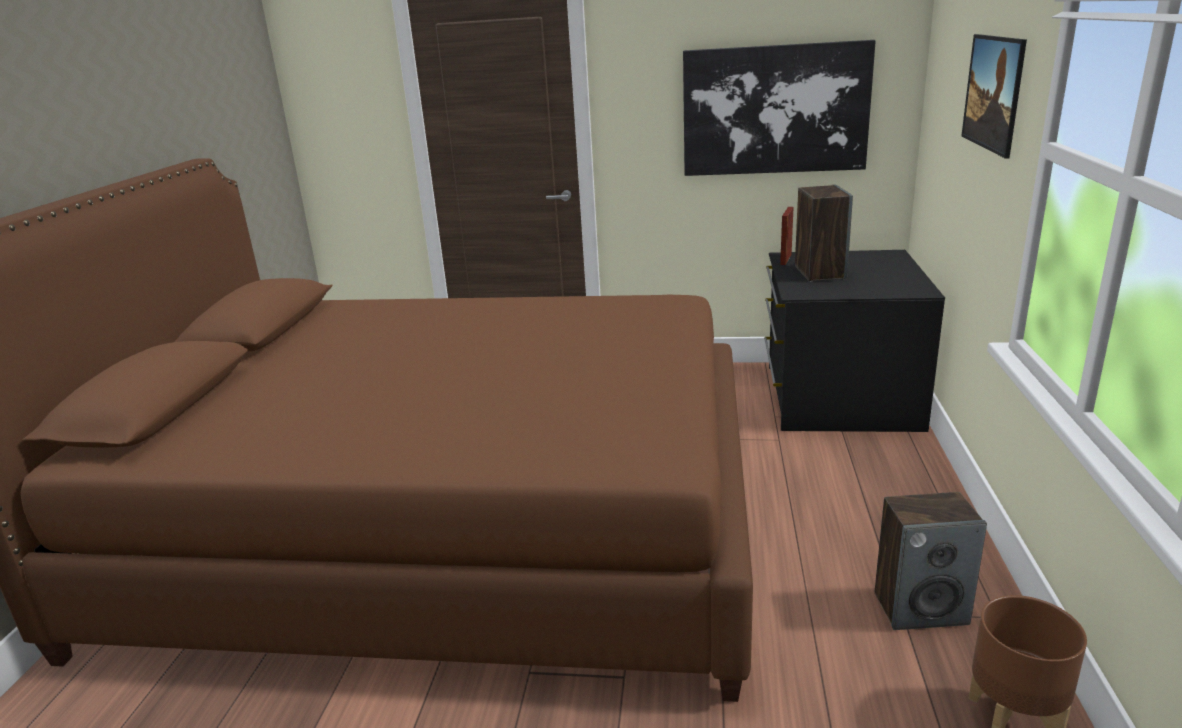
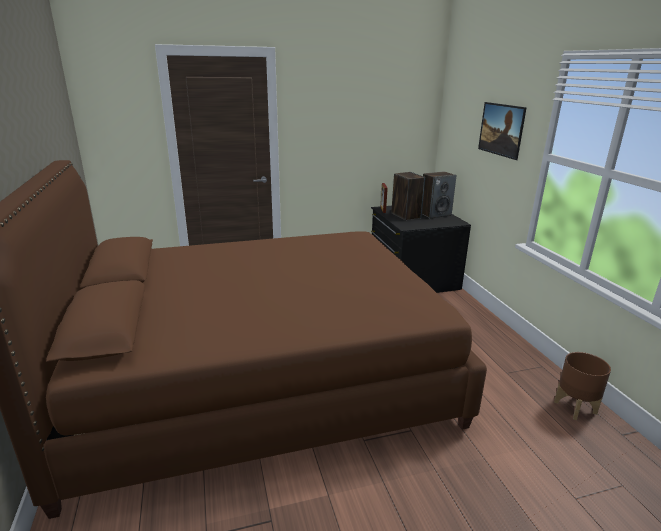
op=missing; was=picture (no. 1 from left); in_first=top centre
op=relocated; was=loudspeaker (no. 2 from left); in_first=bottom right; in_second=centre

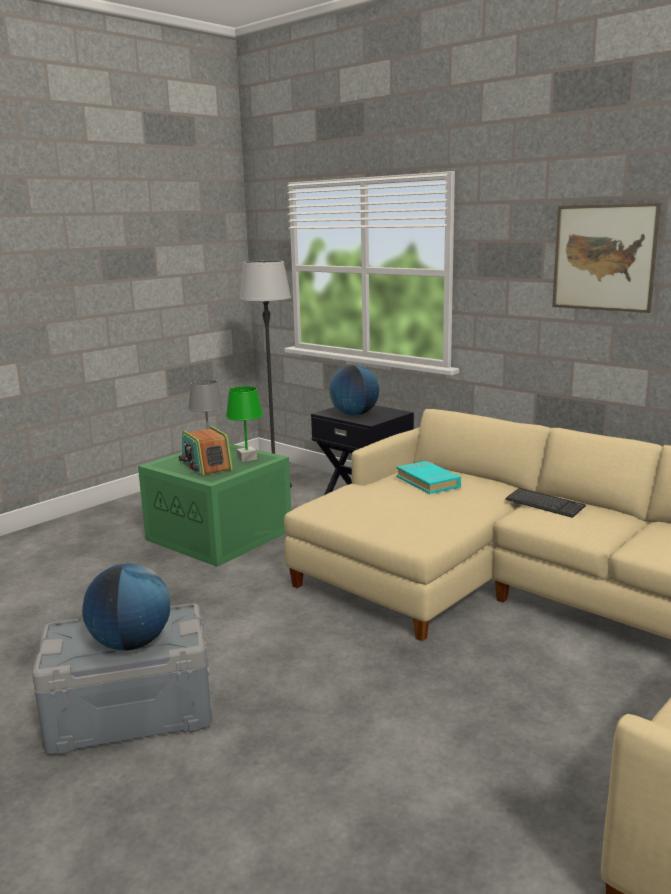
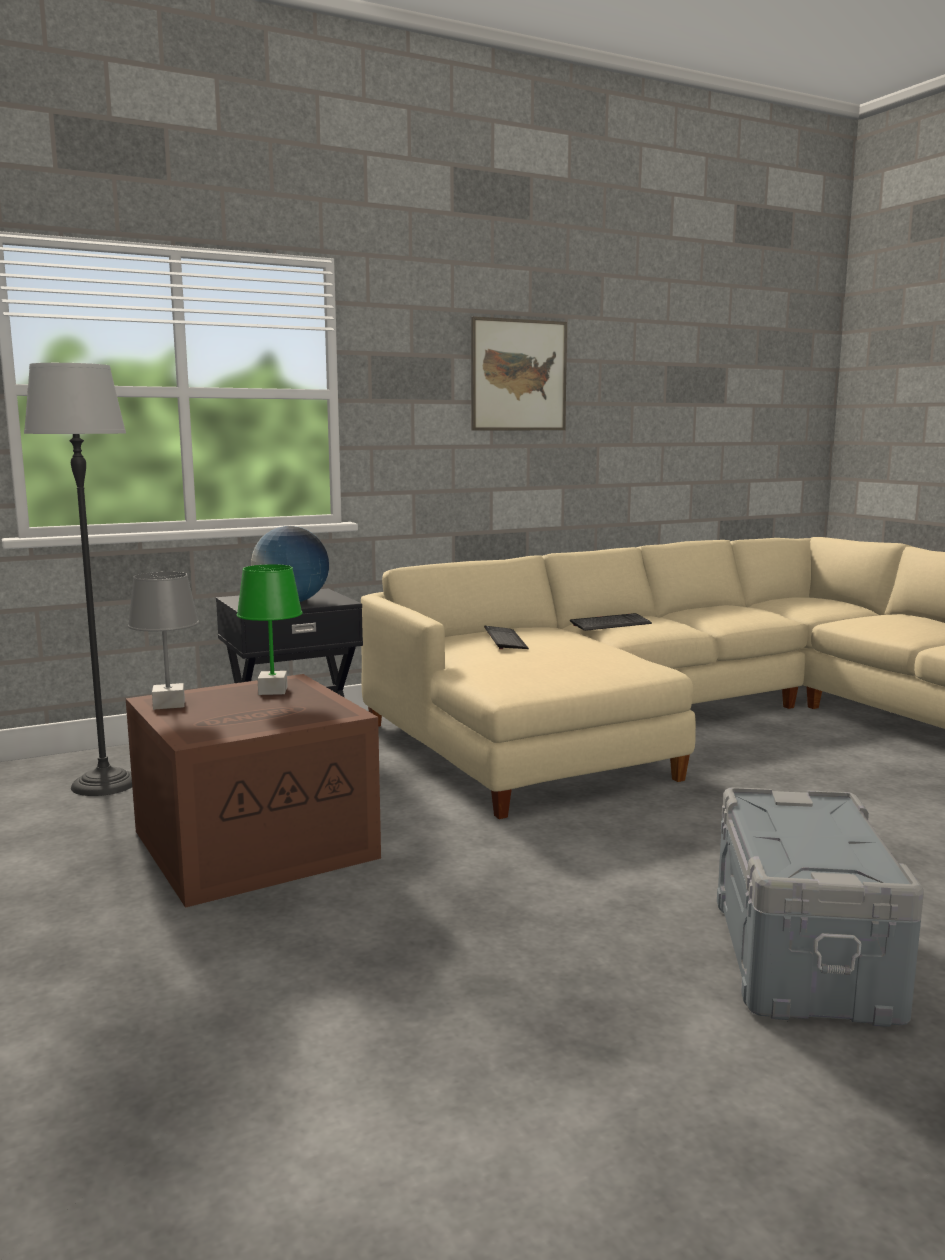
op=missing; was=desk globe (no. 1 from left); in_first=bottom left
op=colour; was=storage box (green-coloured); now=storage box (brown); in_first=middle left; in_second=middle left
op=missing; was=radio; in_first=middle left
op=exchanged; was=volume (turquoise); now=PC keyboard (no. 1 from left); in_first=centre; in_second=centre

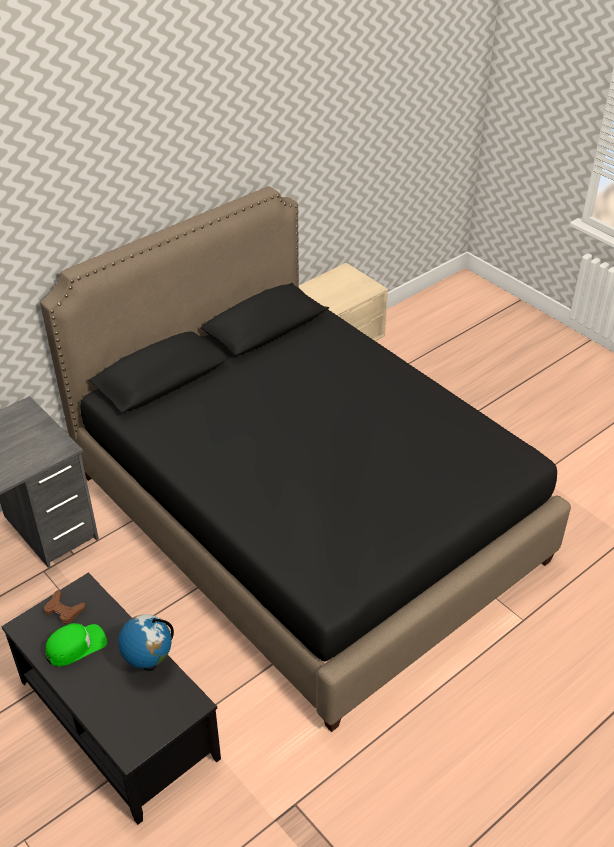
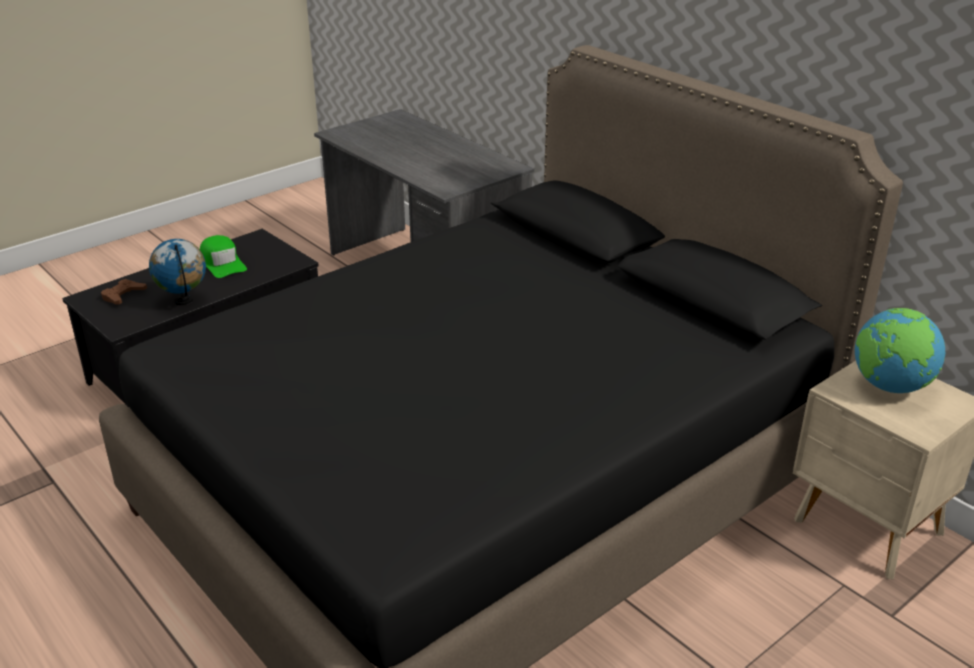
op=relocated; was=gamepad (brown); in_first=bottom left; in_second=middle left
op=appeared; now=desk globe (no. 2 from left); in_second=middle right

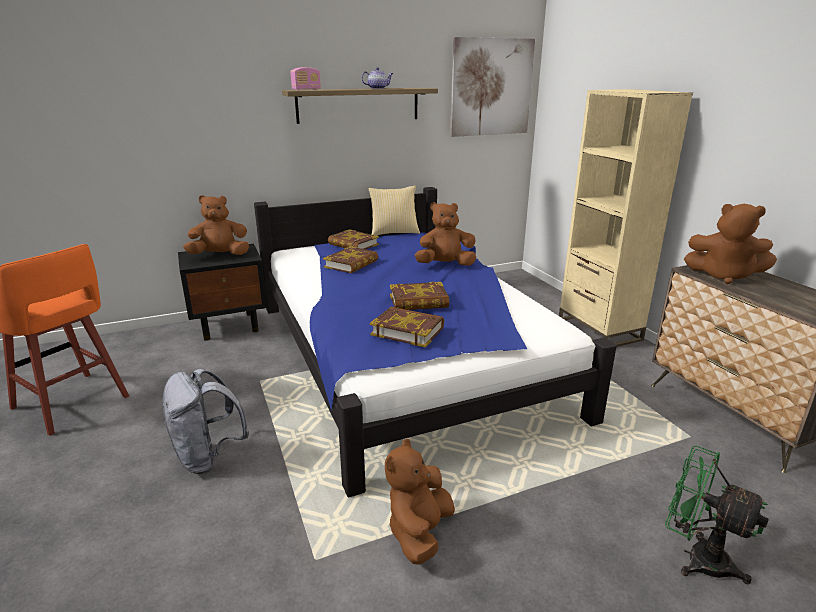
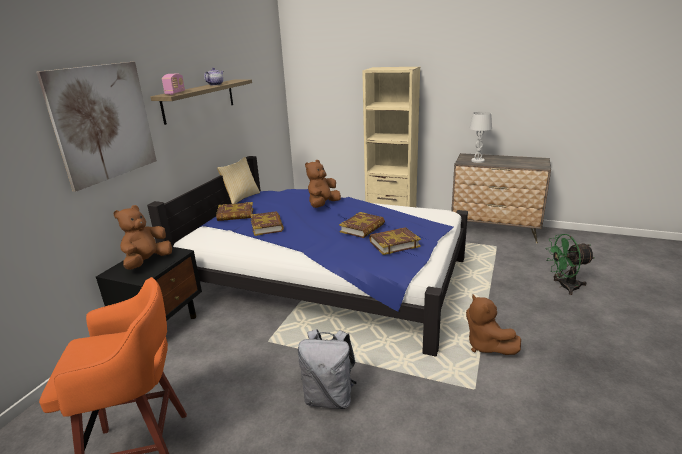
op=relocated; was=picture; in_first=top centre; in_second=top left
op=exchanged; was=soft toy (brown) (no. 4 from left); now=tabletop lamp (white-coloured); in_first=middle right; in_second=top right

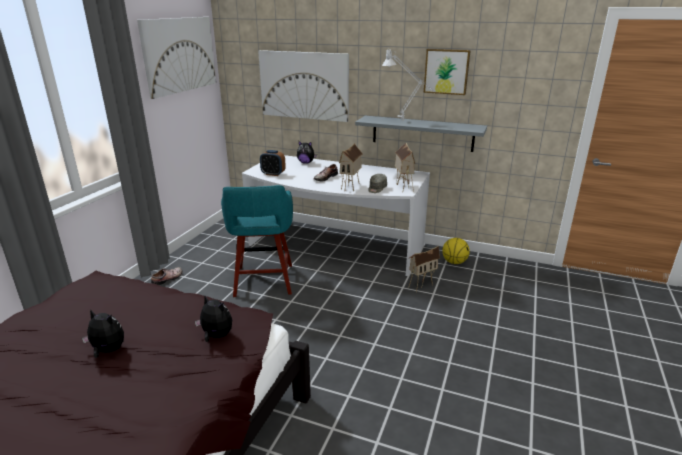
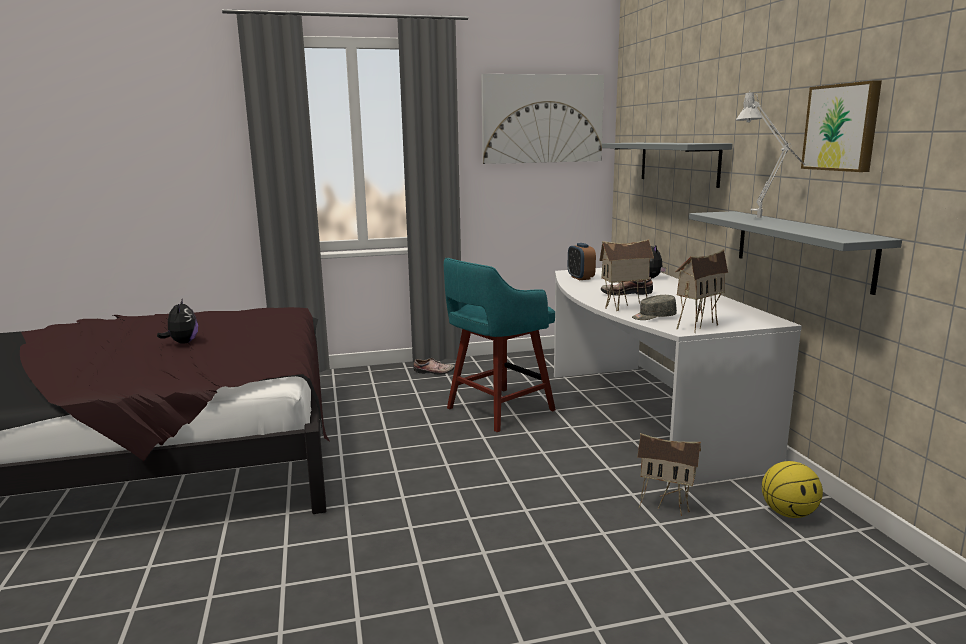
op=missing; was=soft toy (no. 2 from left); in_first=bottom left
op=exchanged; was=picture (no. 2 from left); now=shelf (gray) (no. 1 from left); in_first=top centre; in_second=top right

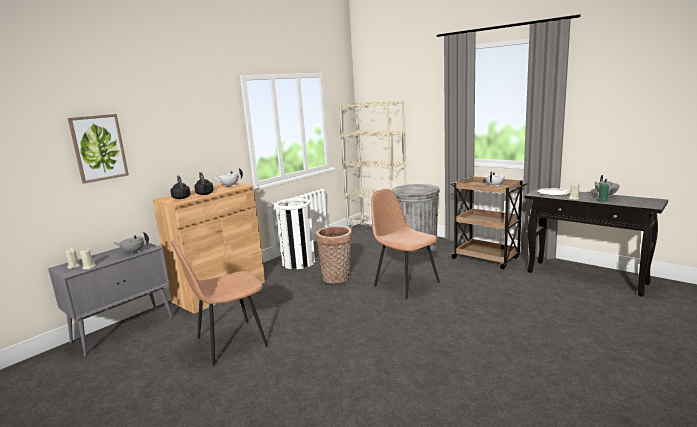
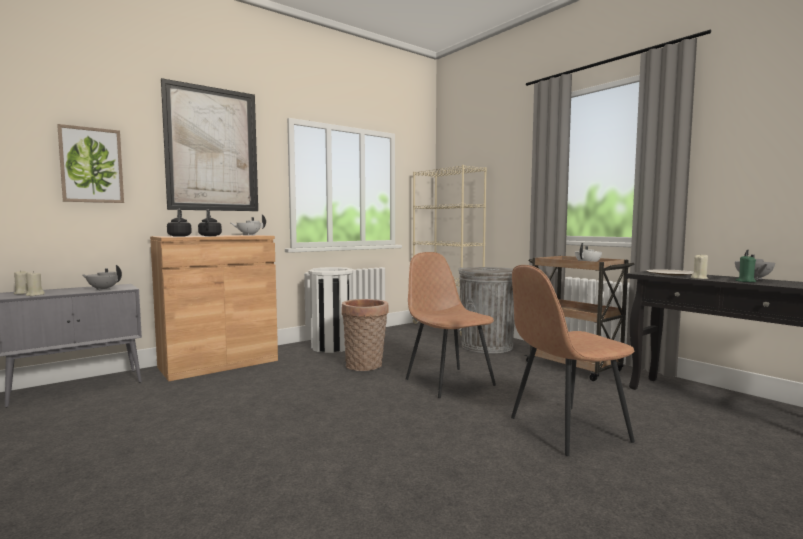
op=relocated; was=chair (brown) (no. 1 from left in the first image); now=chair (brown) (no. 2 from left); in_first=bottom left; in_second=bottom right
op=appeared; now=picture (no. 2 from left); in_second=top left

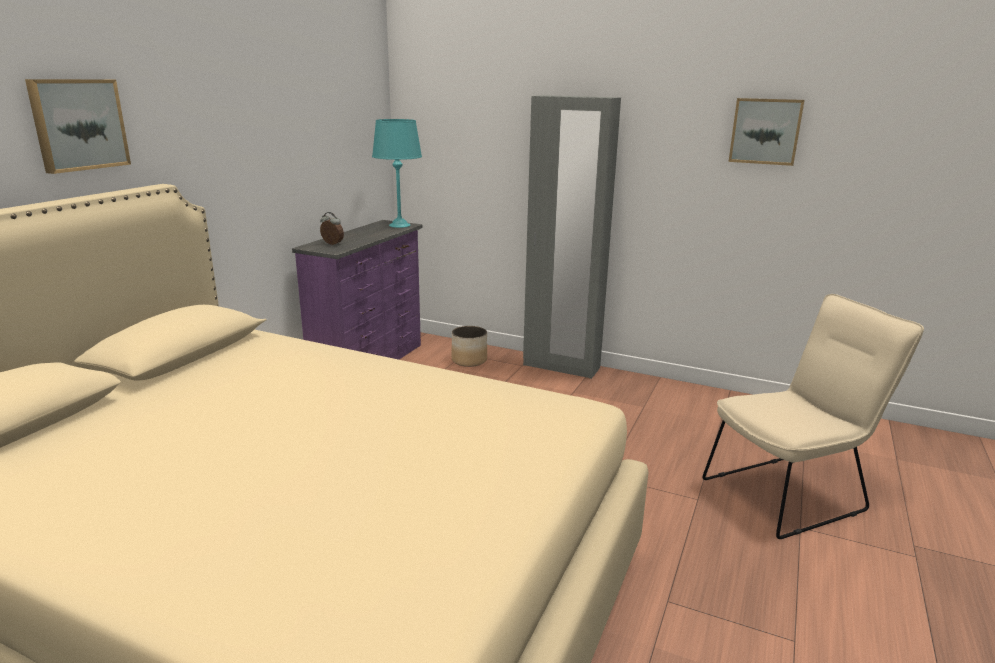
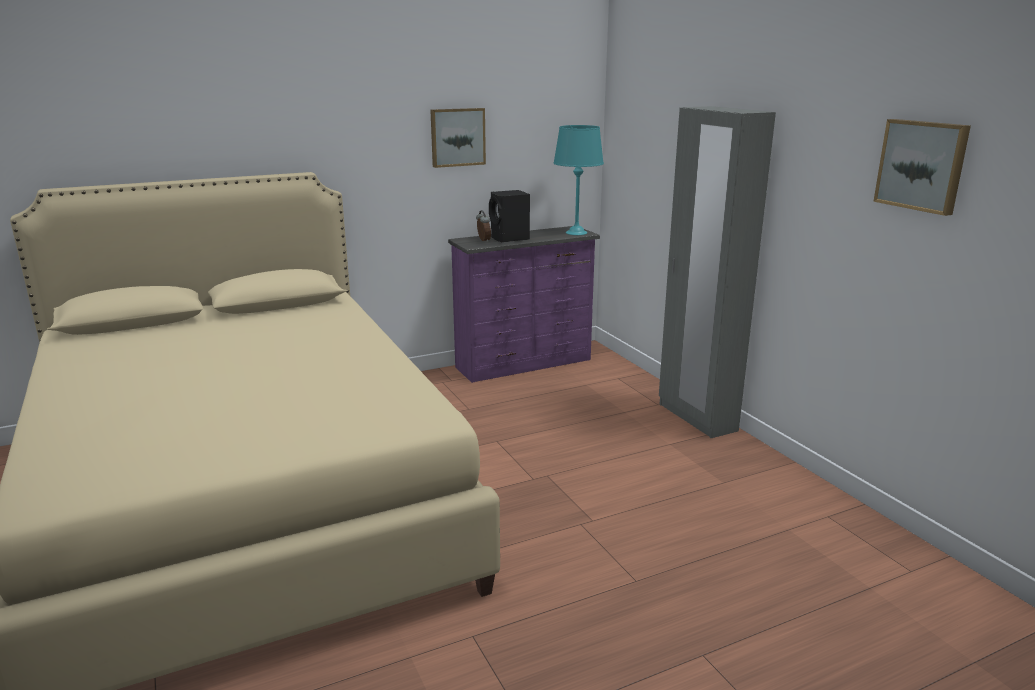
op=relocated; was=picture (no. 1 from left); in_first=top left; in_second=top centre
op=missing; was=flower pot; in_first=centre
op=missing; was=chair (beige); in_first=middle right
op=appeared; now=loudspeaker (blackish); in_second=top centre

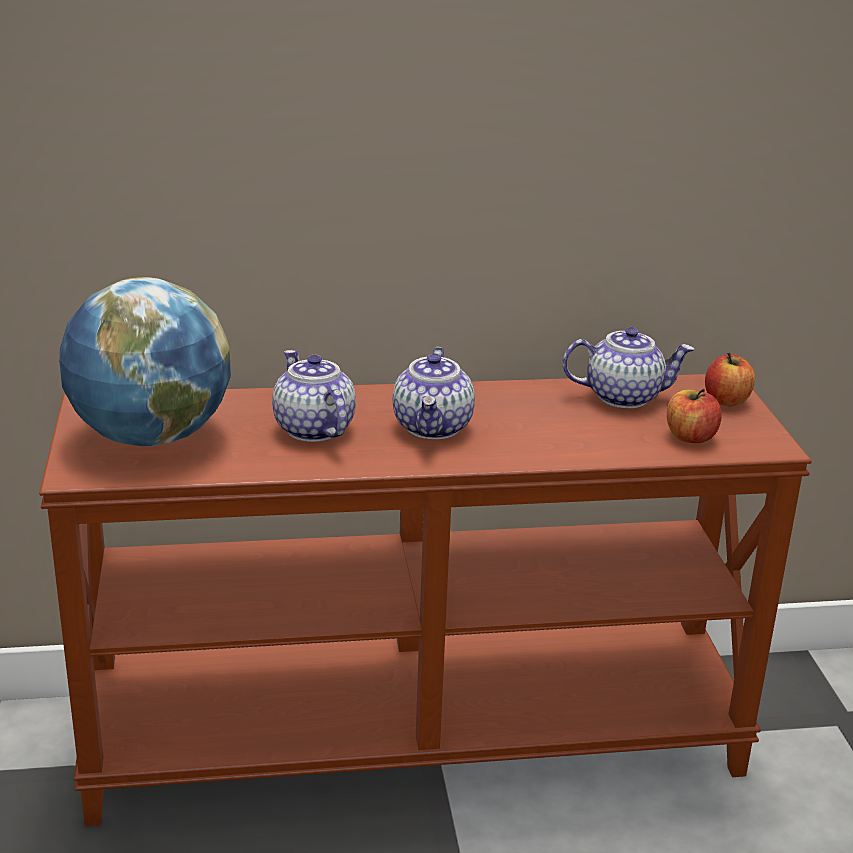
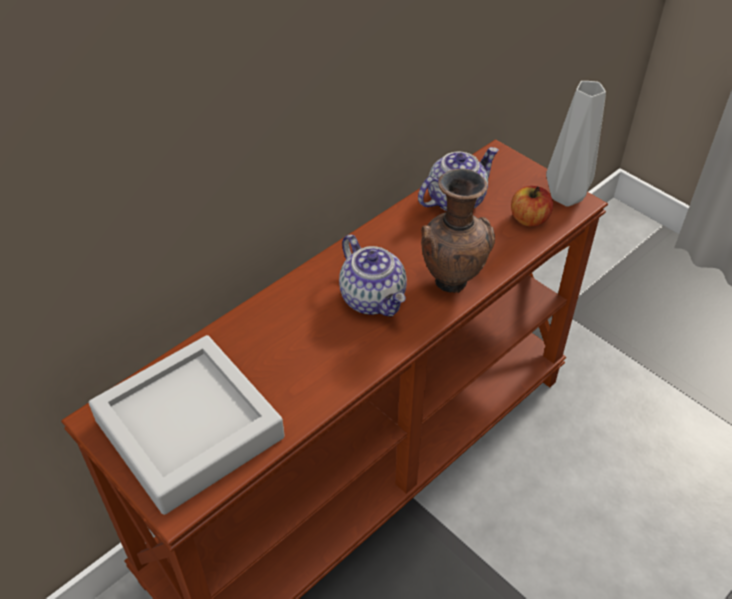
op=exchanged; was=desk globe; now=serving tray (gray); in_first=middle left; in_second=bottom left
op=missing; was=tea pot (no. 1 from left); in_first=centre
op=missing; was=apple fruit (no. 2 from left); in_first=middle right
op=appeared; now=decorative vase (brown); in_second=centre
op=appeared; now=decorative vase (gray); in_second=top right

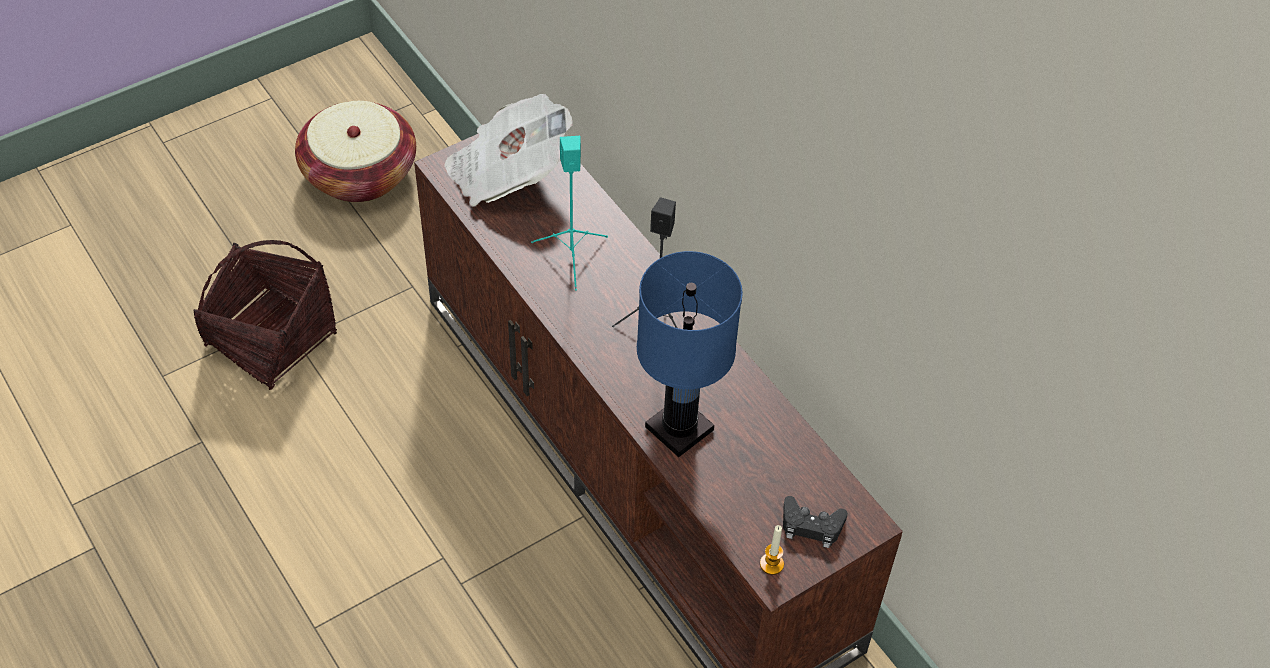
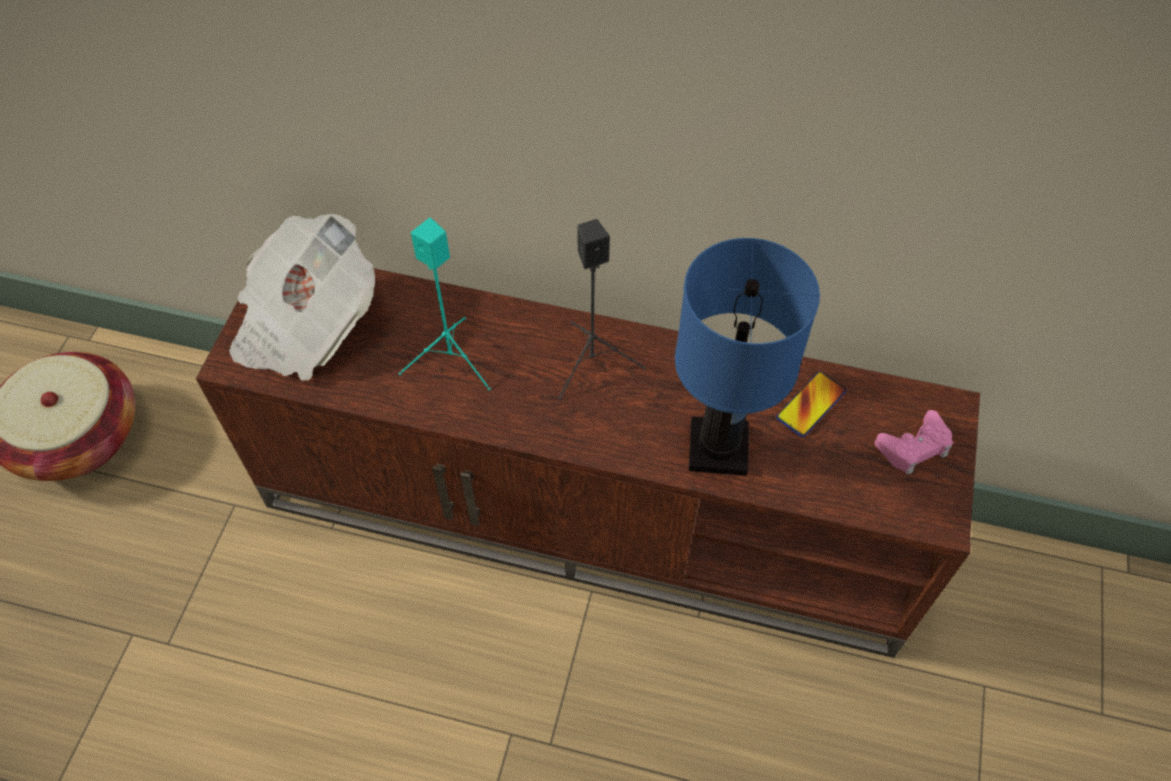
op=missing; was=basket (no. 1 from left); in_first=middle left
op=missing; was=wax candle; in_first=bottom centre
op=colour; was=gamepad (blackish); now=gamepad (pinkish); in_first=bottom centre; in_second=middle right
op=appeared; now=phone; in_second=middle right

